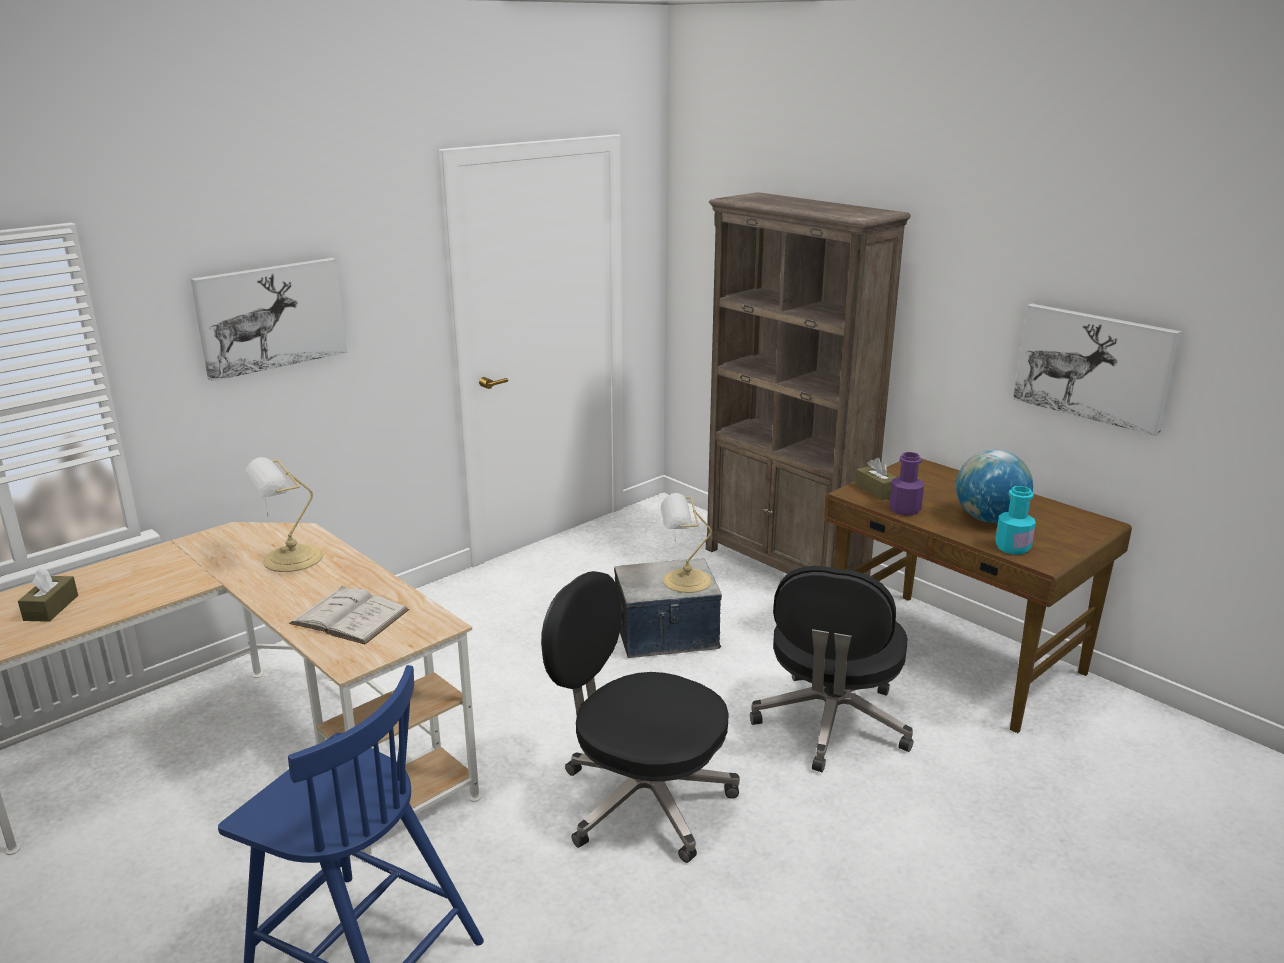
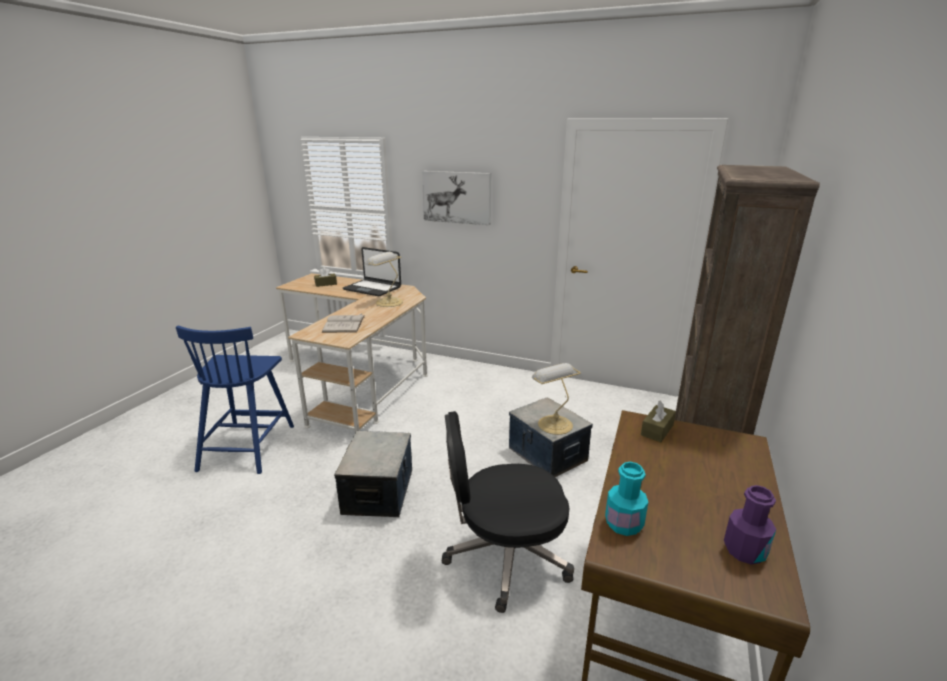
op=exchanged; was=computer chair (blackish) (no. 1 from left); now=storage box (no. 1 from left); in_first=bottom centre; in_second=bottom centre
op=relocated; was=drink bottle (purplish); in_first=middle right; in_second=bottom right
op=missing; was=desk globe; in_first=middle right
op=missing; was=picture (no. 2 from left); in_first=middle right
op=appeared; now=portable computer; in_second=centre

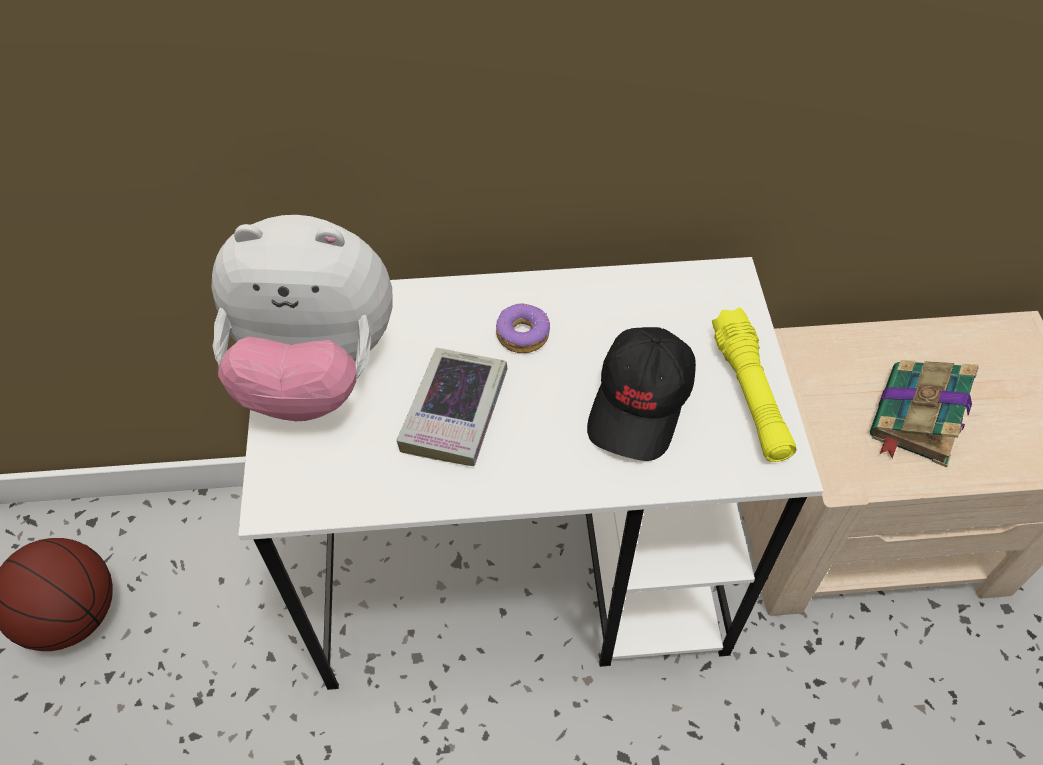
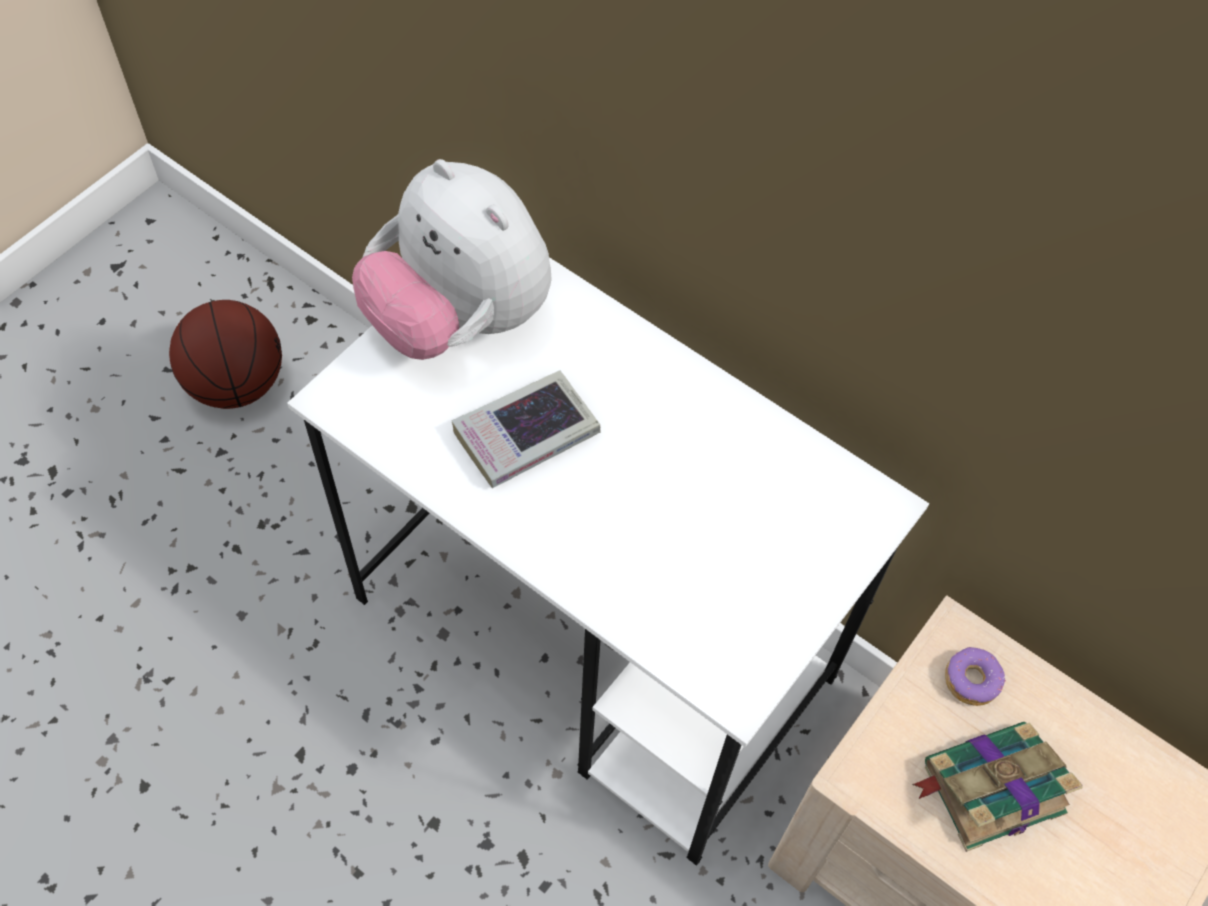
op=relocated; was=doughnut; in_first=centre; in_second=bottom right
op=missing; was=cap (blackish); in_first=centre
op=missing; was=torch (yellow-coloured); in_first=middle right

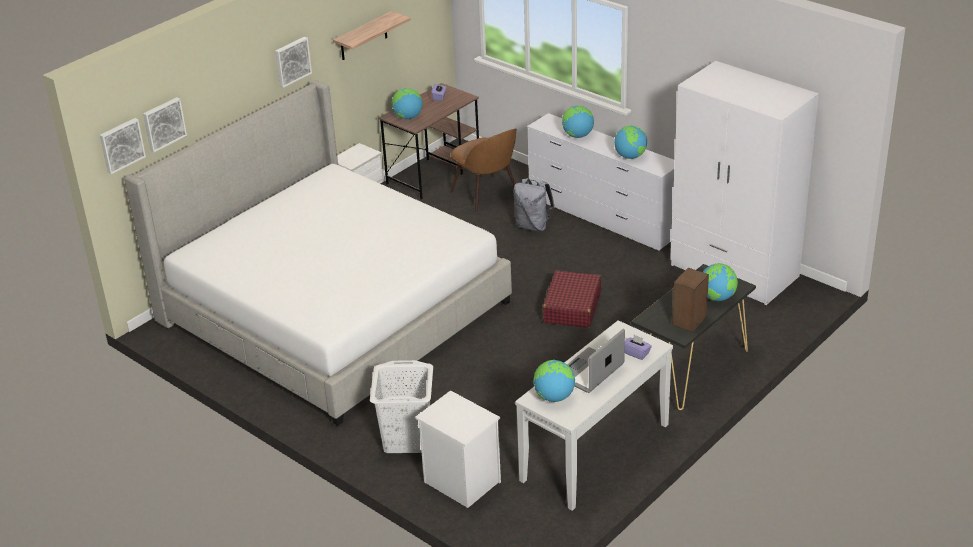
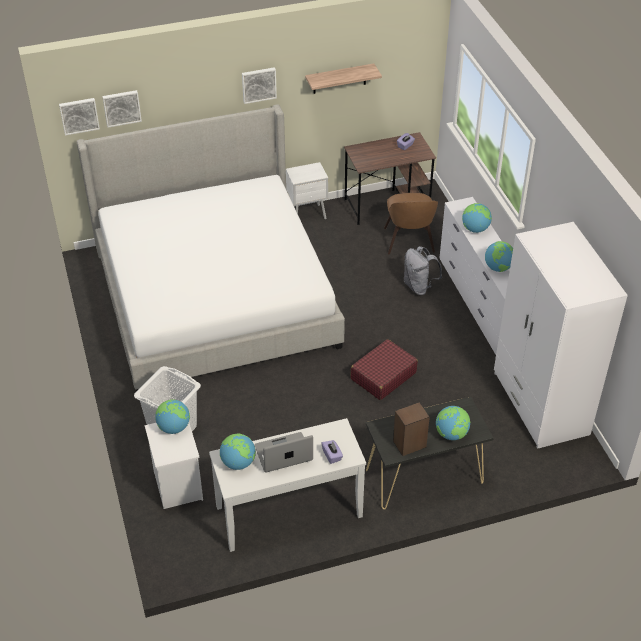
op=relocated; was=desk globe (no. 1 from left); in_first=top centre; in_second=middle left

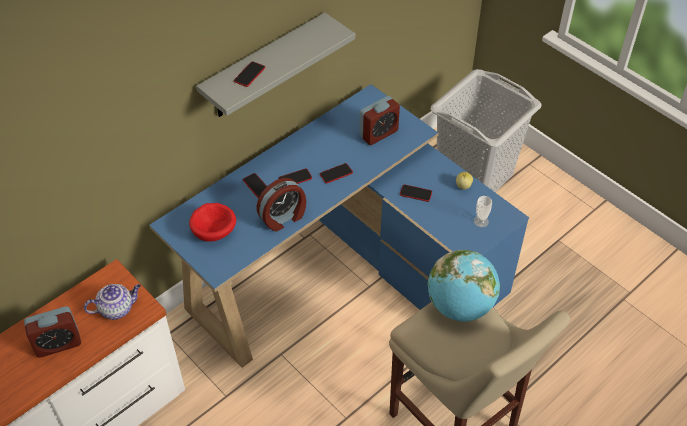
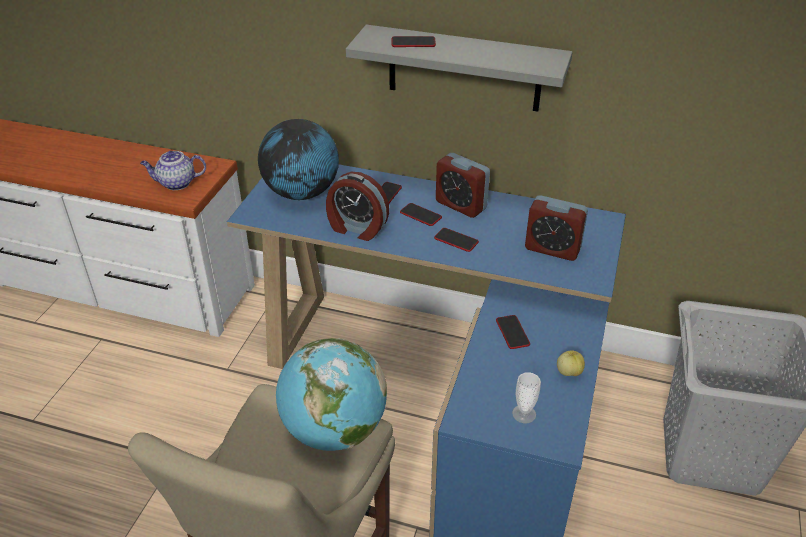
op=relocated; was=alarm clock (no. 1 from left in the first image); now=alarm clock (no. 2 from left); in_first=bottom left; in_second=centre
op=spun; was=tea pot; in_first=bottom left; in_second=top left; clockwise=135
op=exchanged; was=deep dish (reddish); now=desk globe (no. 1 from left); in_first=middle left; in_second=top centre

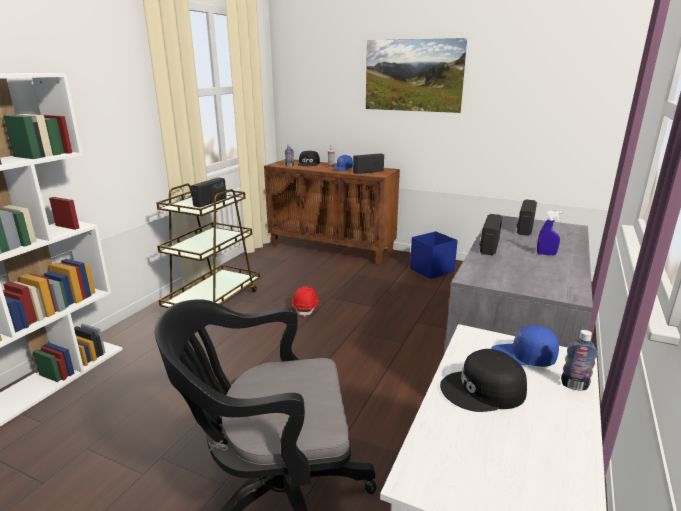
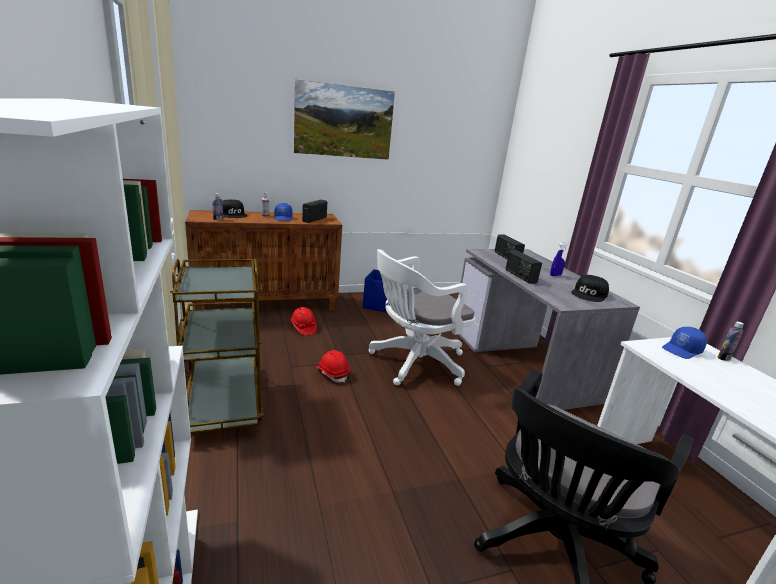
op=missing; was=radio (no. 1 from left); in_first=middle left
op=relocated; was=cap (blackish) (no. 2 from left); in_first=bottom right; in_second=middle right
op=appeared; now=work helmet (reddish) (no. 1 from left); in_second=centre
op=appeared; now=computer chair (white-coloured); in_second=centre

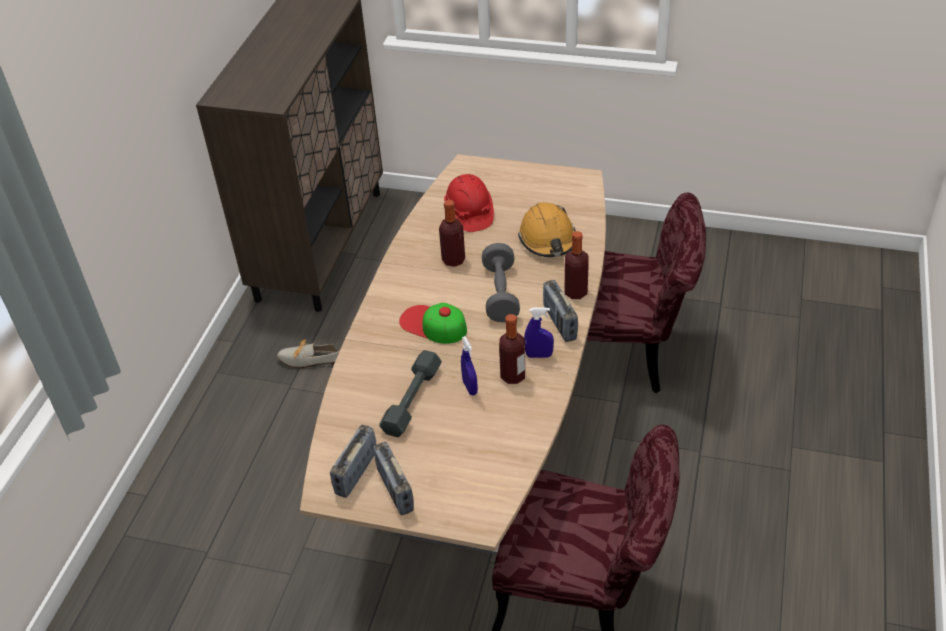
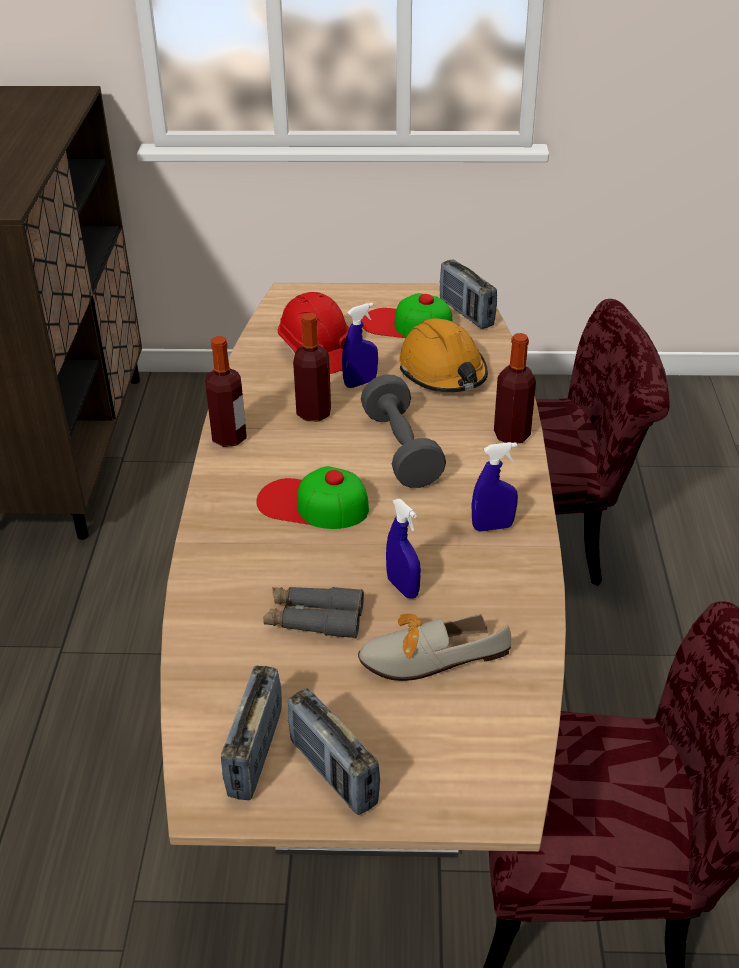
op=relocated; was=item of footwear; in_first=middle left; in_second=bottom centre
op=exchanged; was=hand weight (gray) (no. 1 from left); now=field glasses (gray); in_first=centre; in_second=centre
op=relocated; was=drink bottle (no. 2 from left in the first image); now=drink bottle (no. 1 from left); in_first=centre; in_second=middle left
op=relocated; was=radio (no. 3 from left); in_first=centre; in_second=top centre
op=appeared; now=spray bottle (blue) (no. 1 from left); in_second=centre
op=appeared; now=cap (no. 2 from left); in_second=top centre

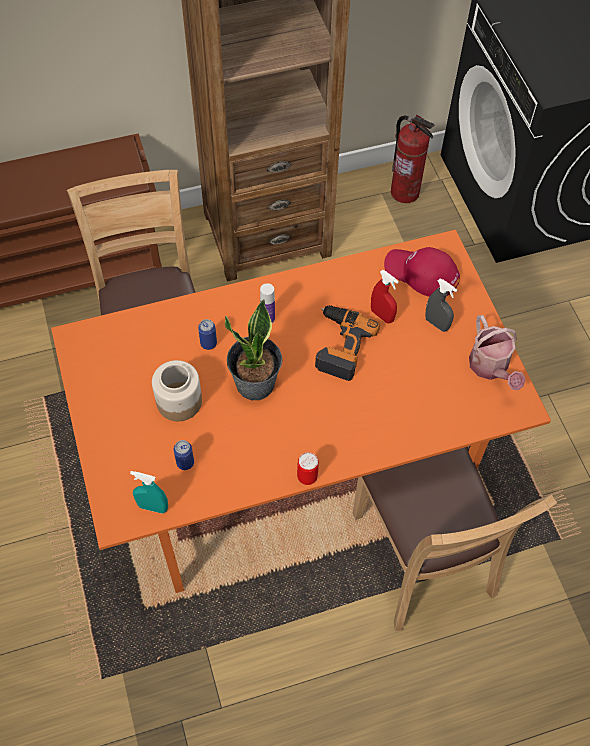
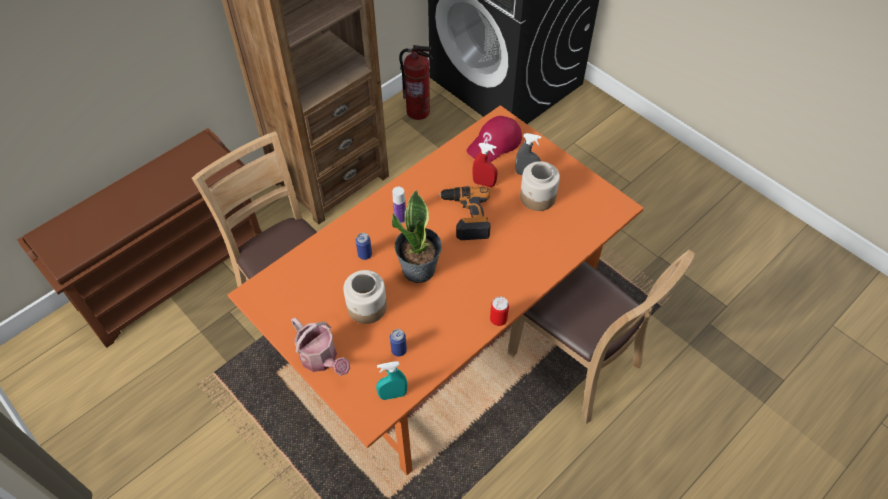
op=spun; was=cap (reddish); in_first=middle right; in_second=top centre; clockwise=-45
op=relocated; was=watering pot; in_first=middle right; in_second=bottom centre
op=appeared; now=jar (no. 2 from left); in_second=centre

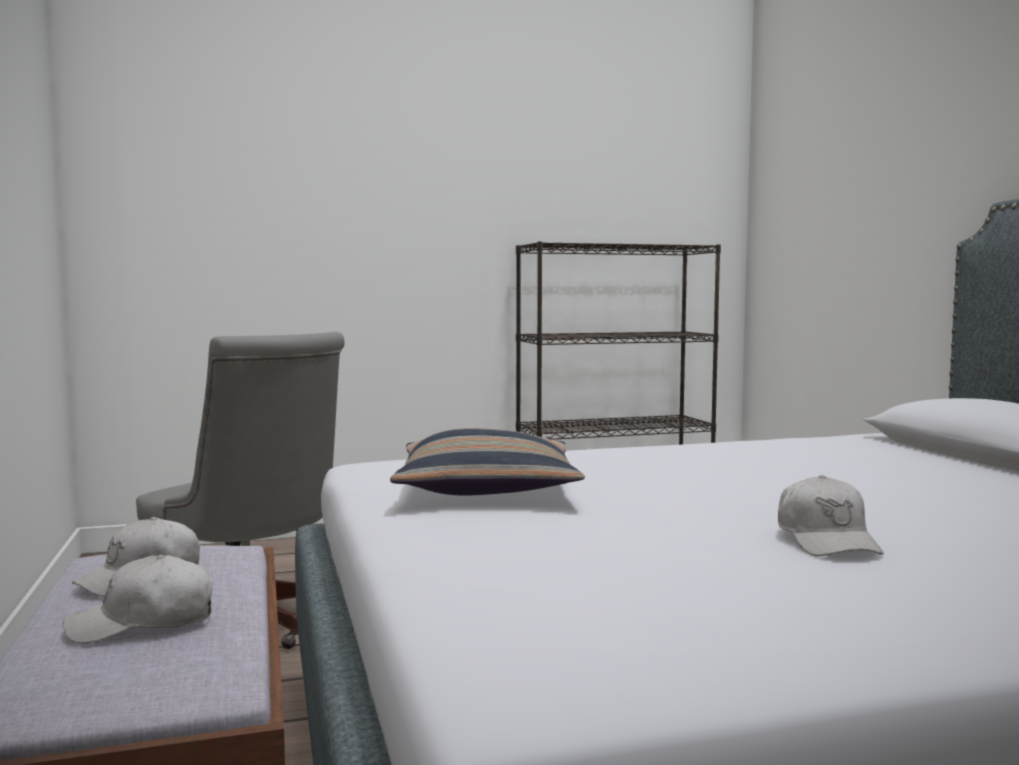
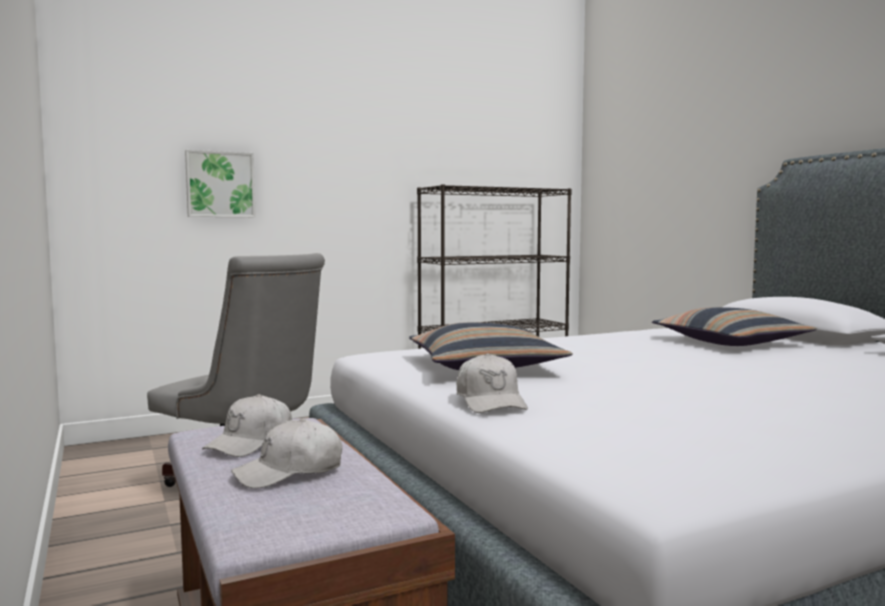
op=relocated; was=cap (white-coloured) (no. 3 from left); in_first=bottom right; in_second=centre
op=appeared; now=picture; in_second=top left
op=appeared; now=pillow (no. 2 from left); in_second=middle right

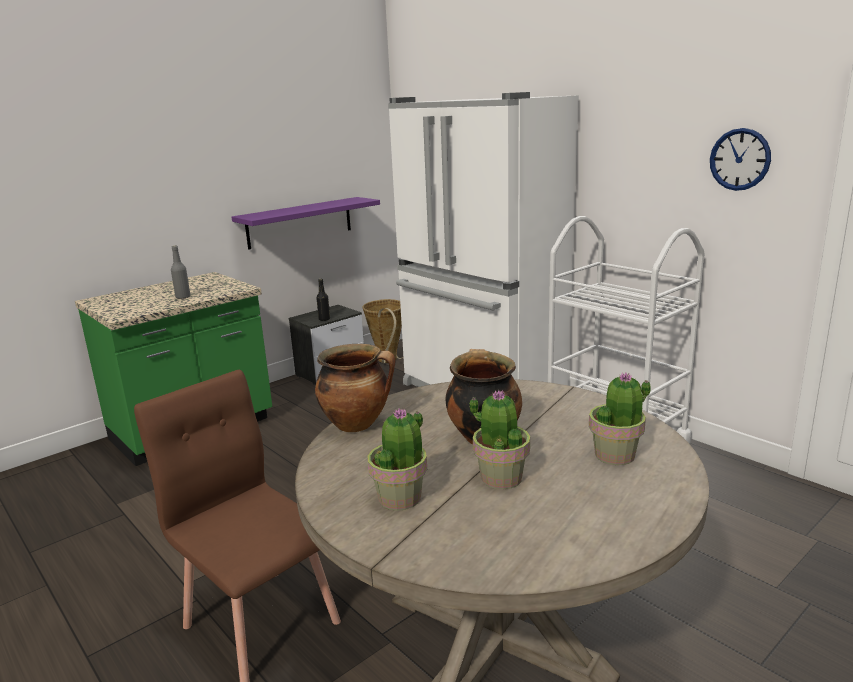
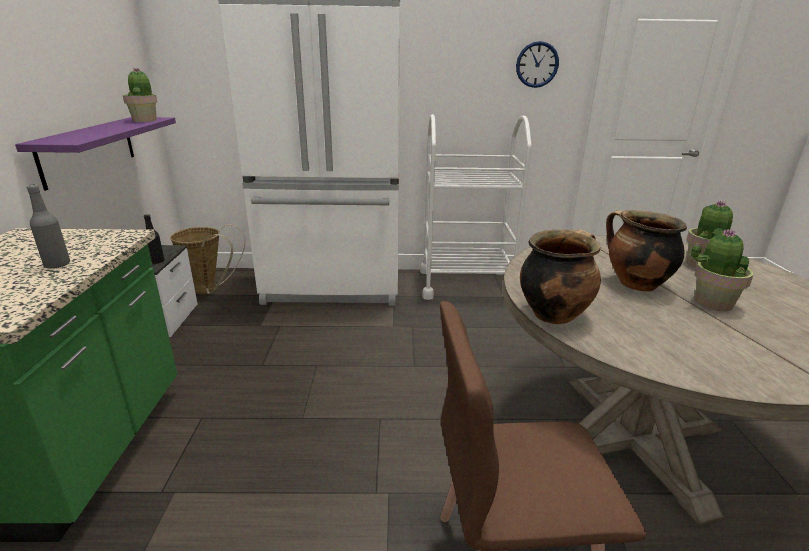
op=relocated; was=houseplant (no. 1 from left); in_first=bottom centre; in_second=top left

